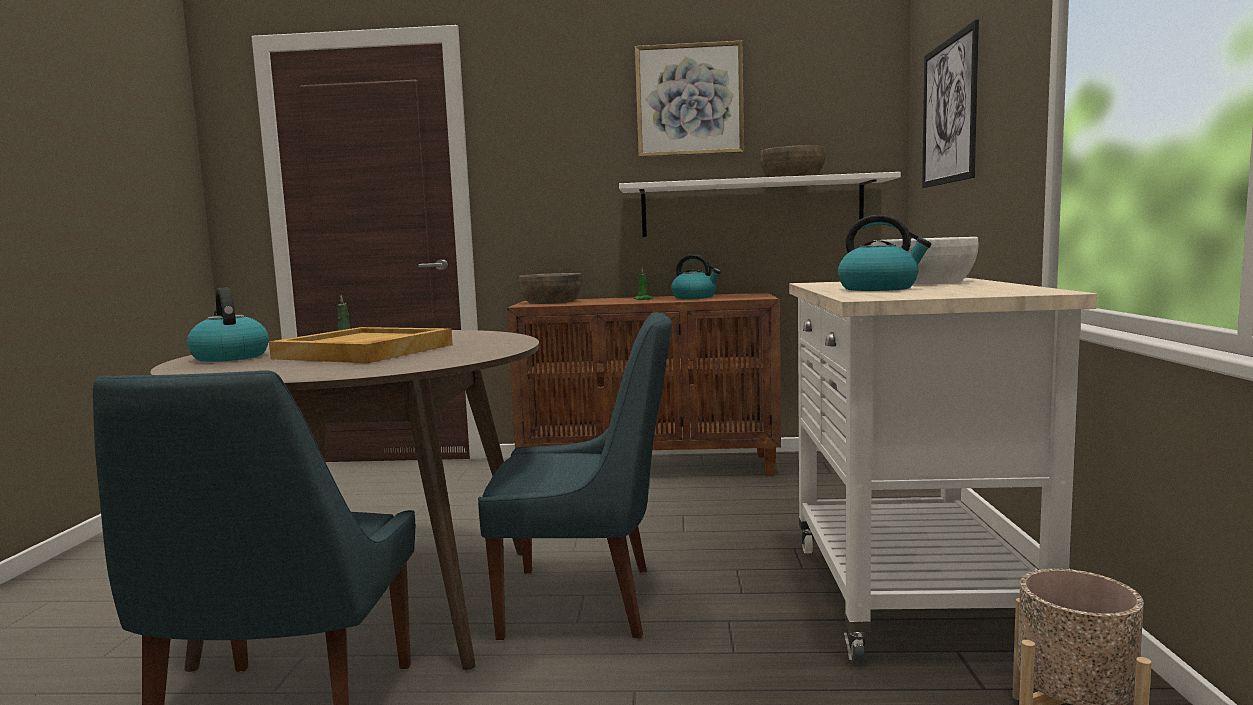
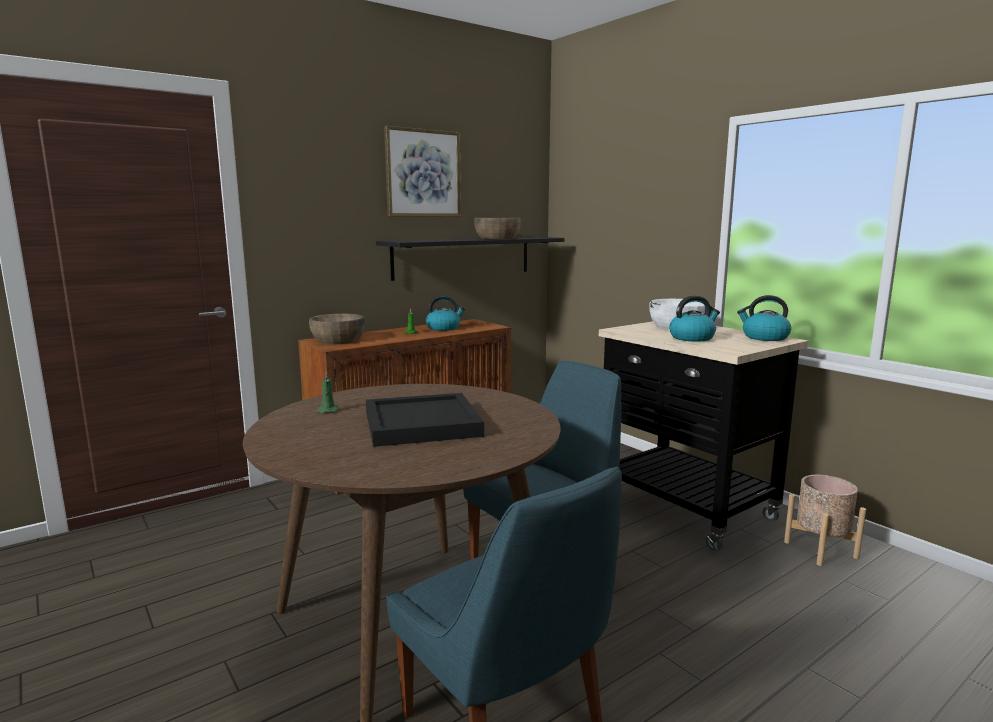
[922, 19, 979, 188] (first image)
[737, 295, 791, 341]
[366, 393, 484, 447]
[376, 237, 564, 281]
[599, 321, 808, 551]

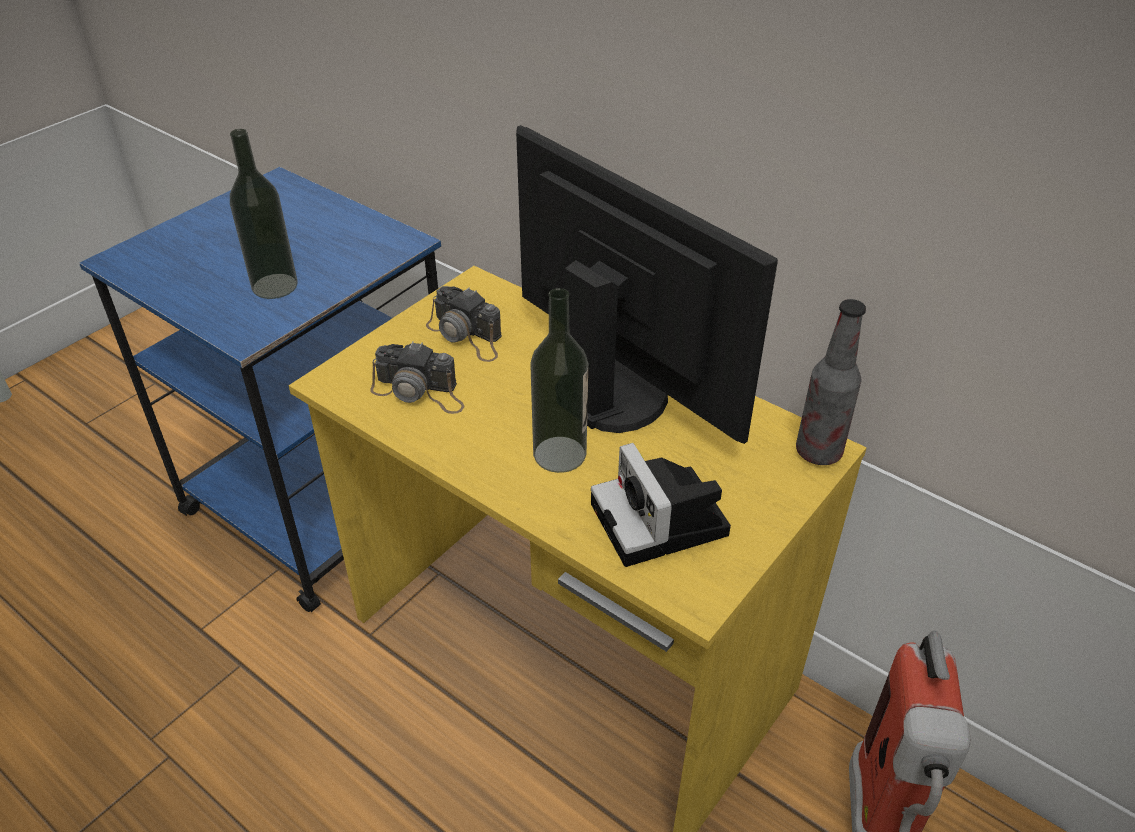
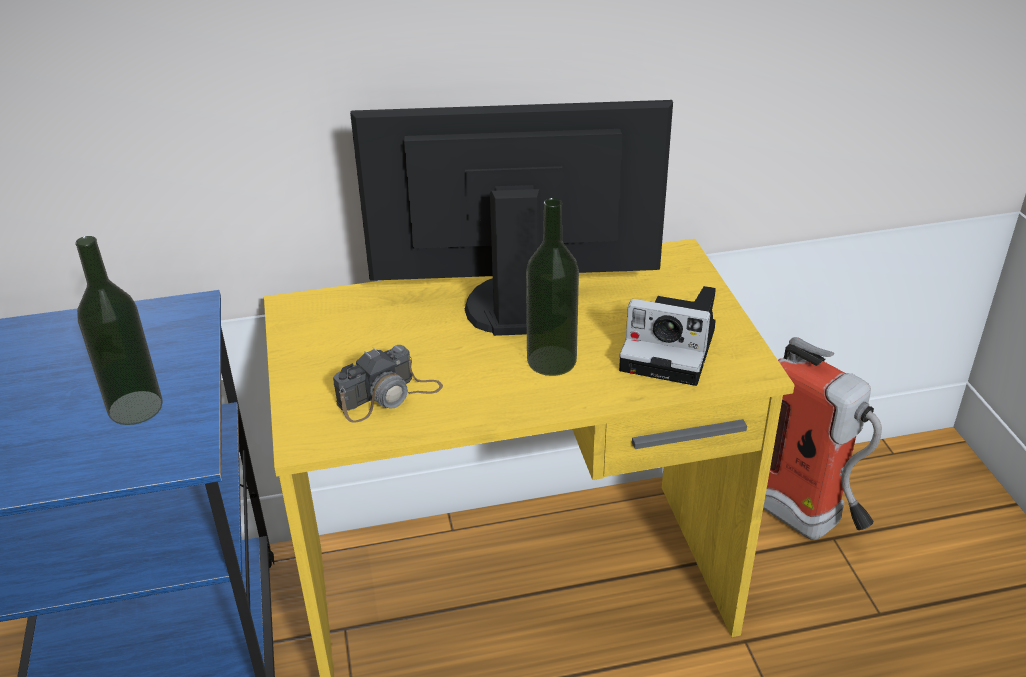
[426, 286, 502, 362] (first image)
[796, 299, 866, 465] (first image)

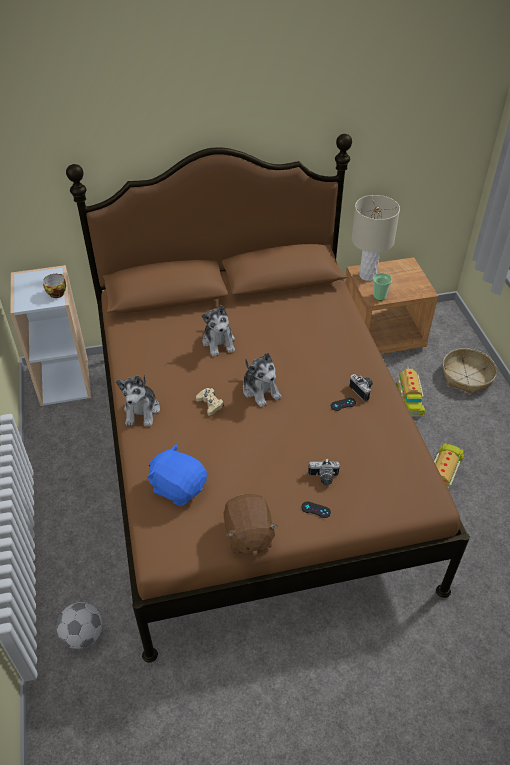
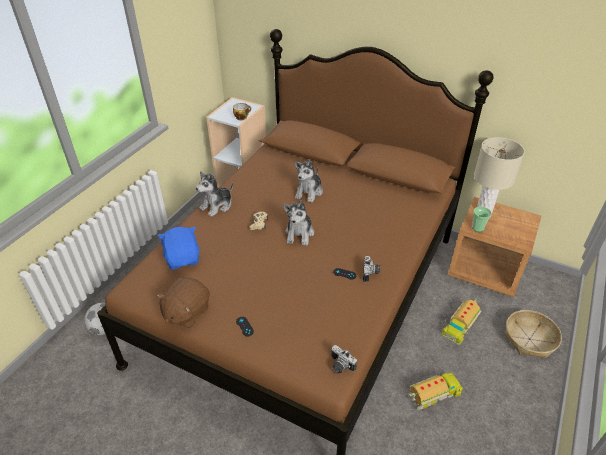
[331, 345, 357, 374]

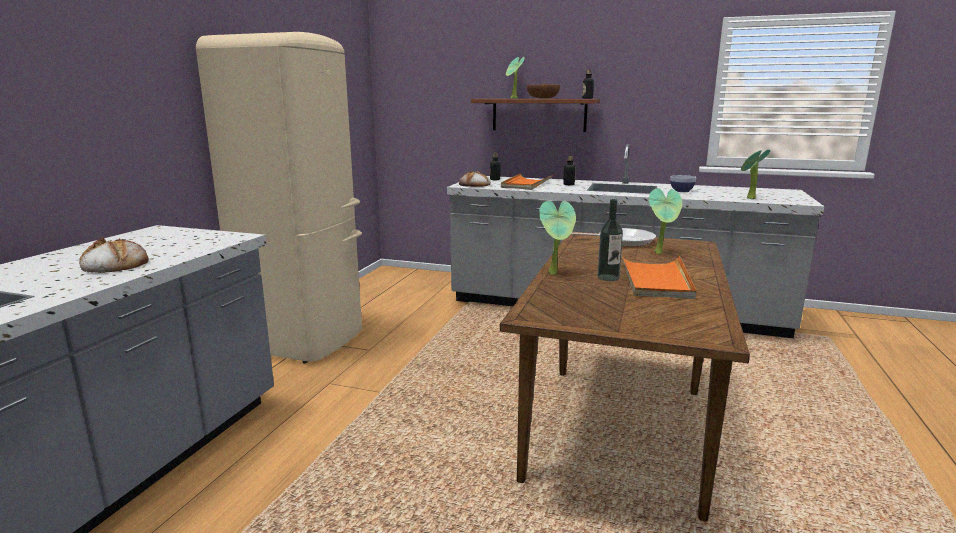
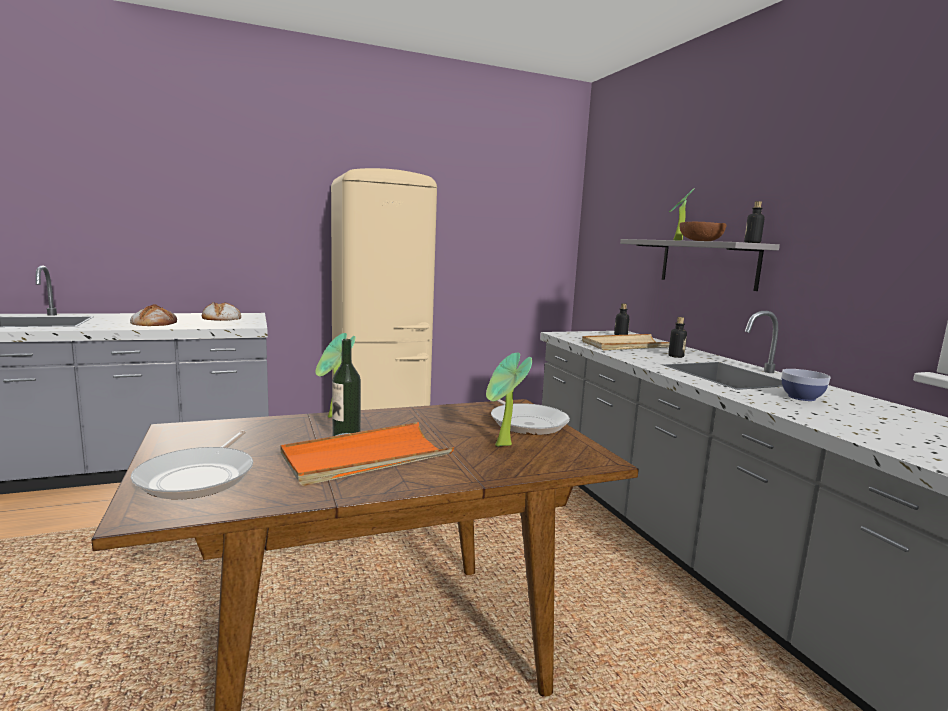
[741, 149, 770, 199] (first image)
[131, 431, 253, 500]
[202, 302, 241, 321]
[620, 239, 780, 291]
[582, 334, 670, 350]

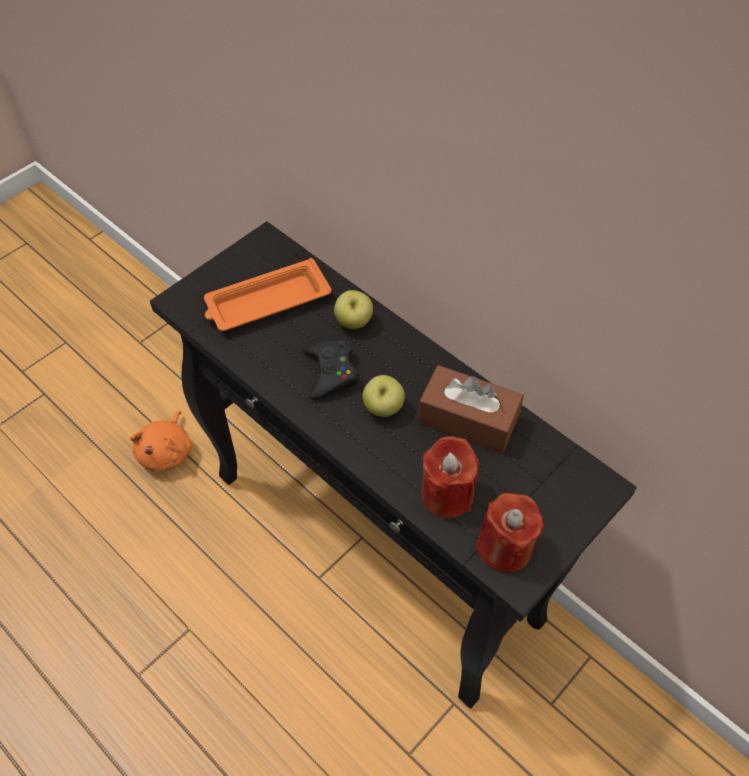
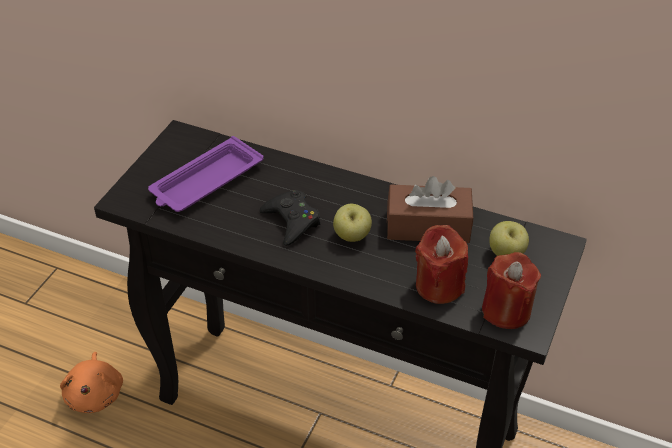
[489, 221, 529, 256]
[148, 136, 264, 212]

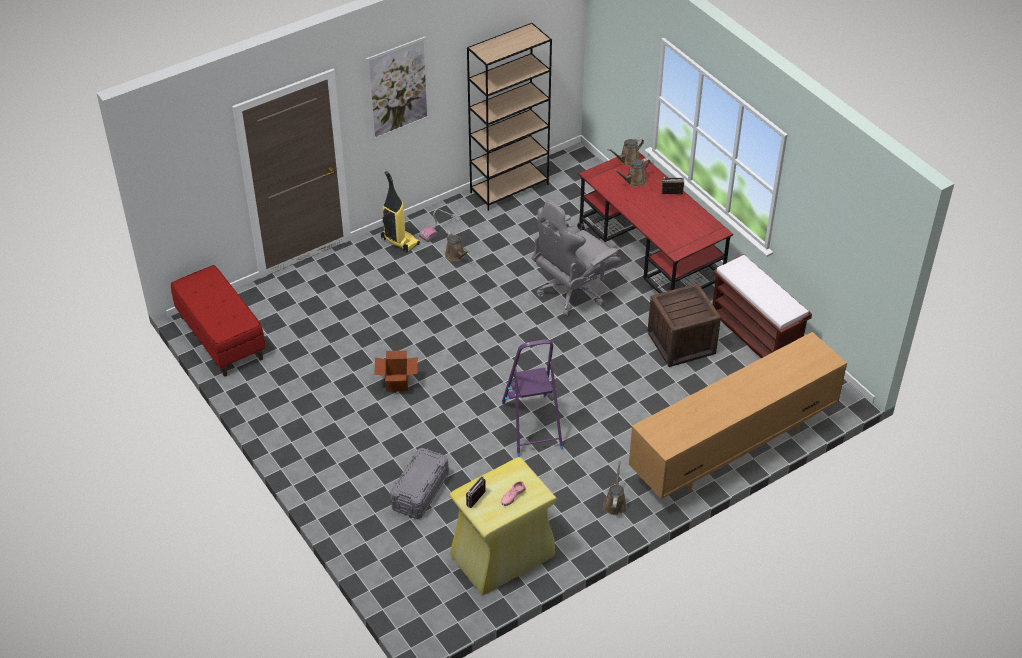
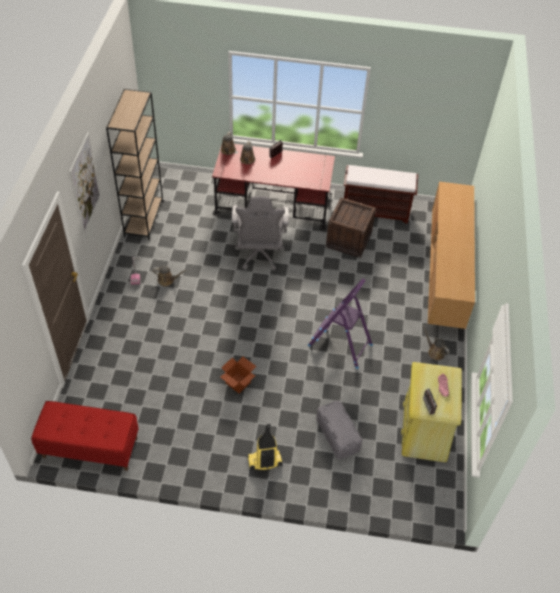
[247, 424, 283, 472]

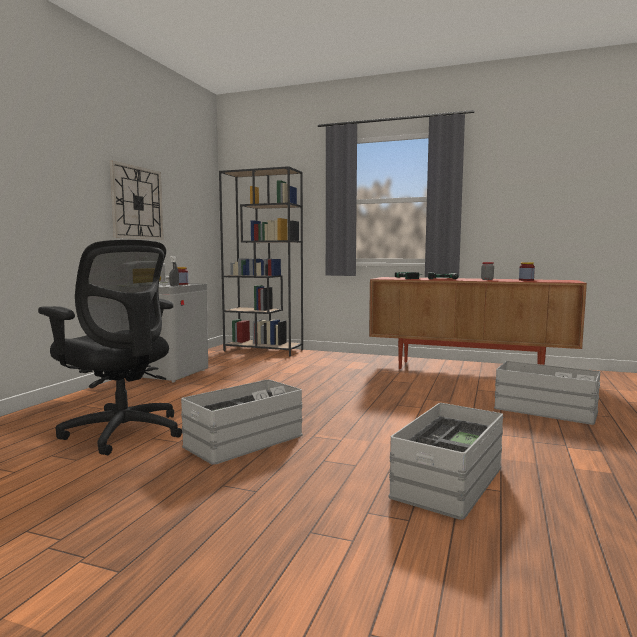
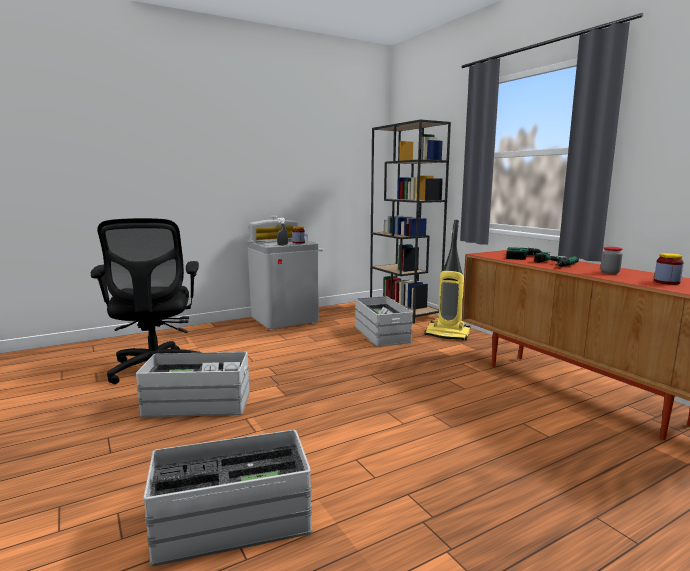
[110, 161, 164, 240] (first image)
[424, 220, 470, 341]
[355, 296, 413, 347]

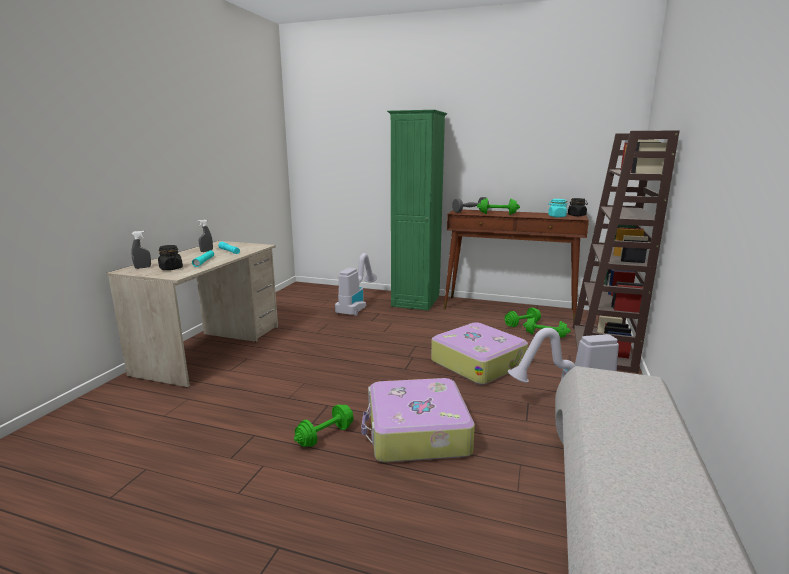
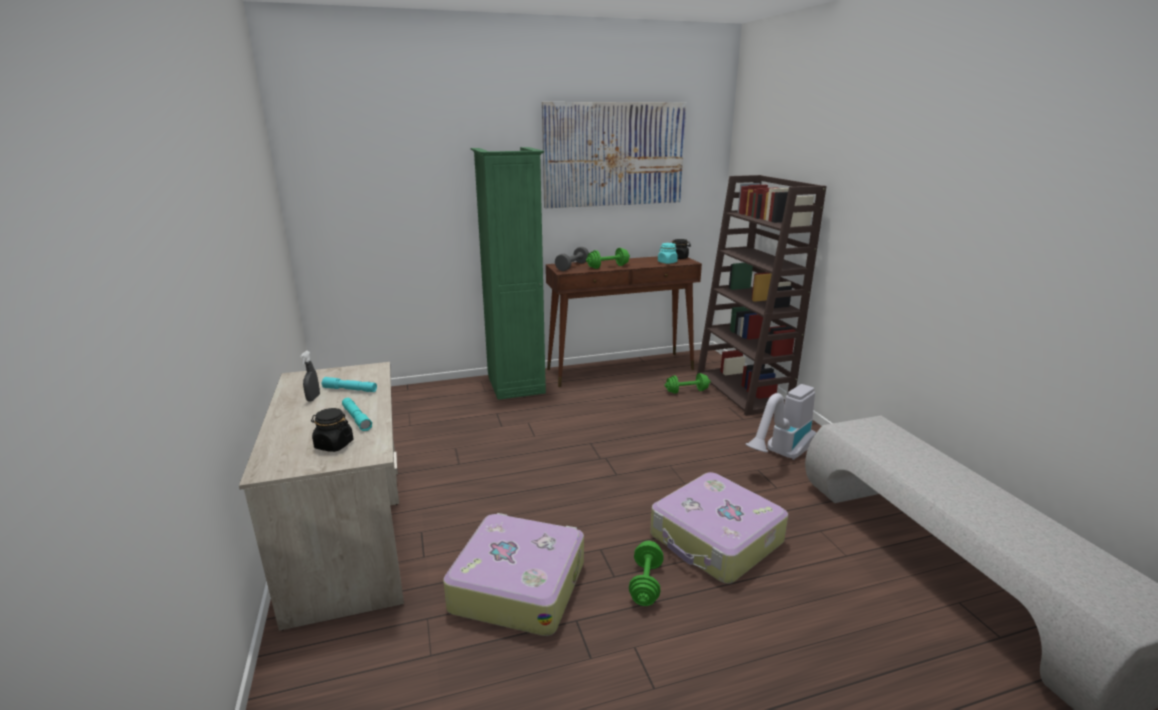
[131, 231, 151, 269] (first image)
[335, 253, 377, 316] (first image)
[505, 308, 541, 327] (first image)
[542, 102, 686, 208]
[443, 513, 584, 636]

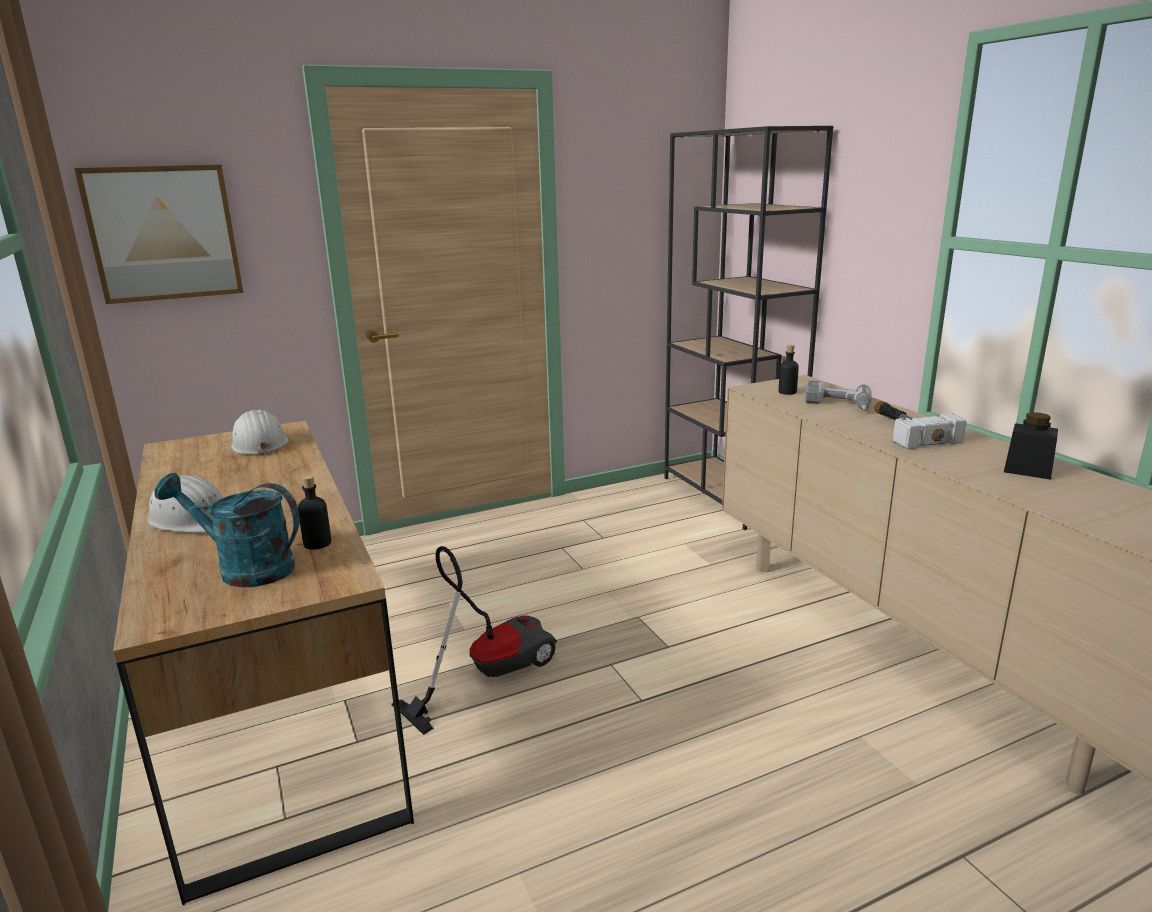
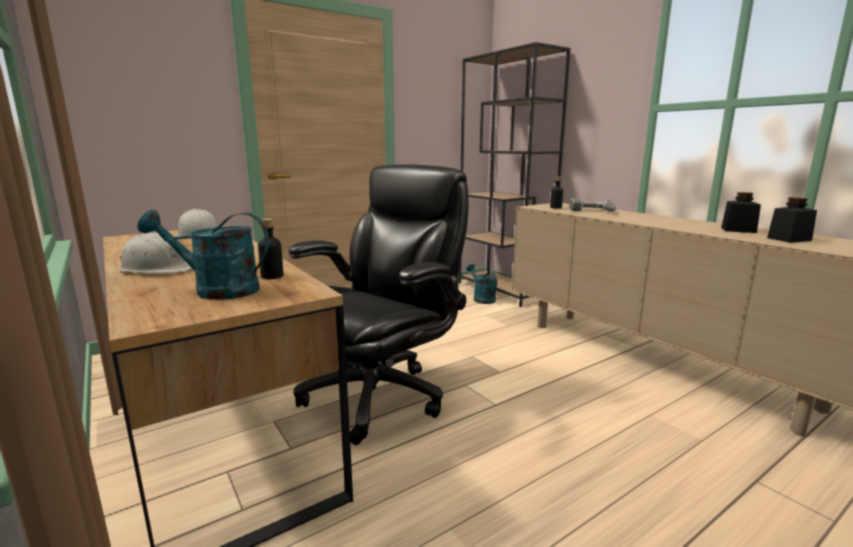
[74, 165, 243, 304] (first image)
[874, 401, 967, 449] (first image)
[466, 264, 497, 304]
[767, 197, 817, 243]
[289, 164, 468, 445]

